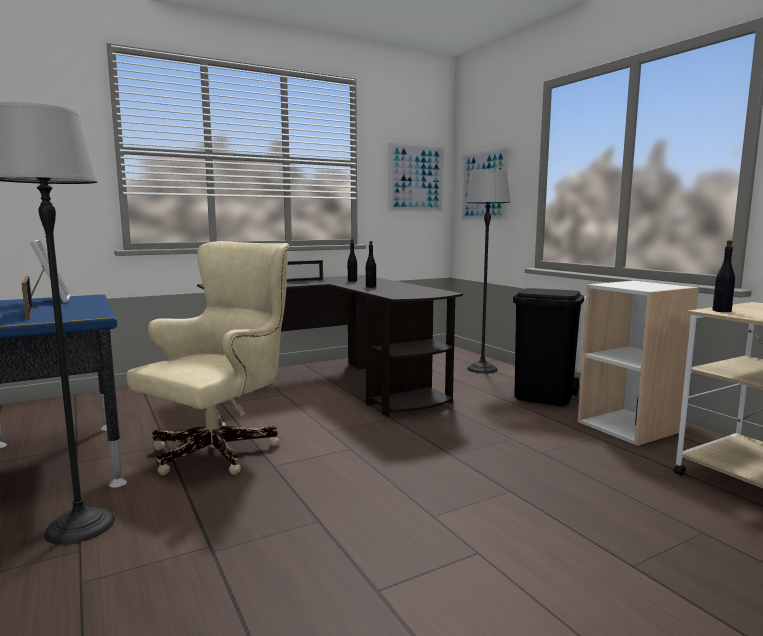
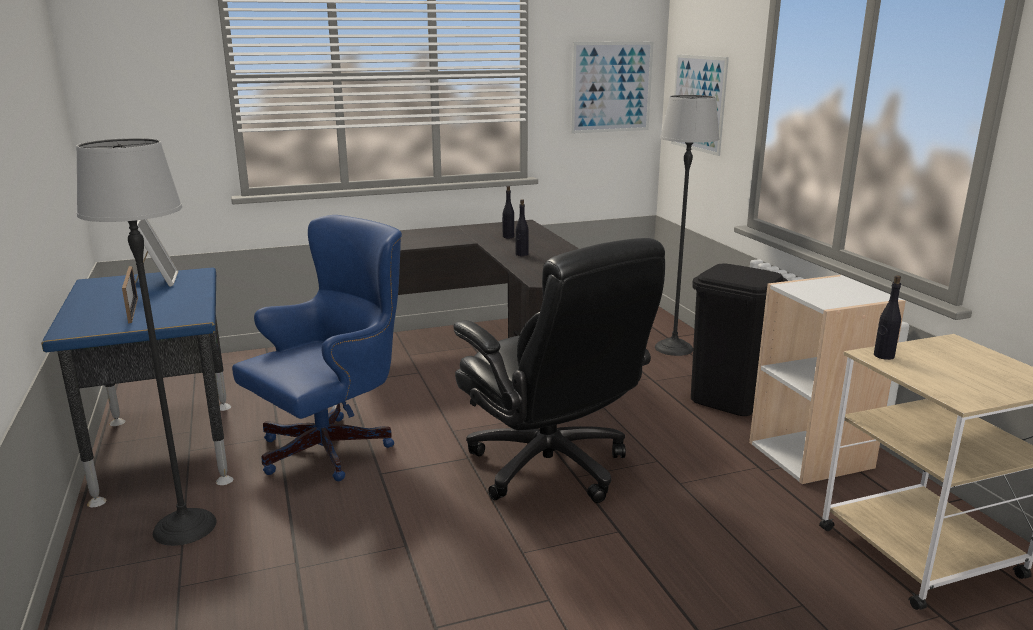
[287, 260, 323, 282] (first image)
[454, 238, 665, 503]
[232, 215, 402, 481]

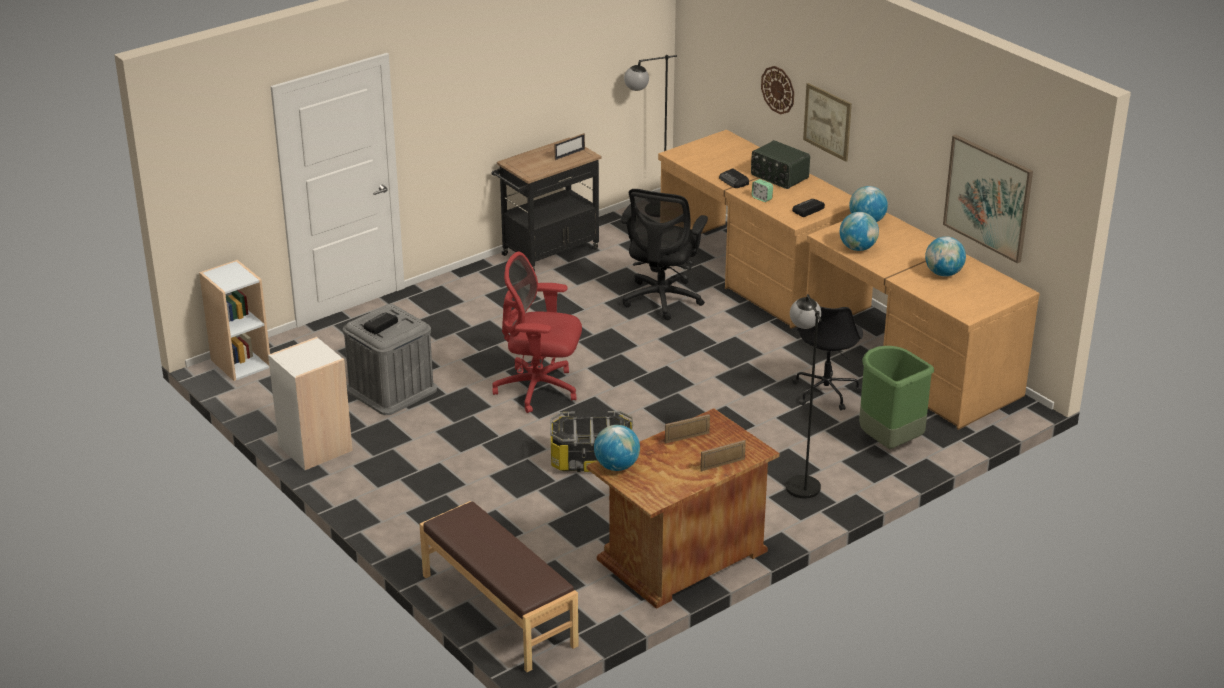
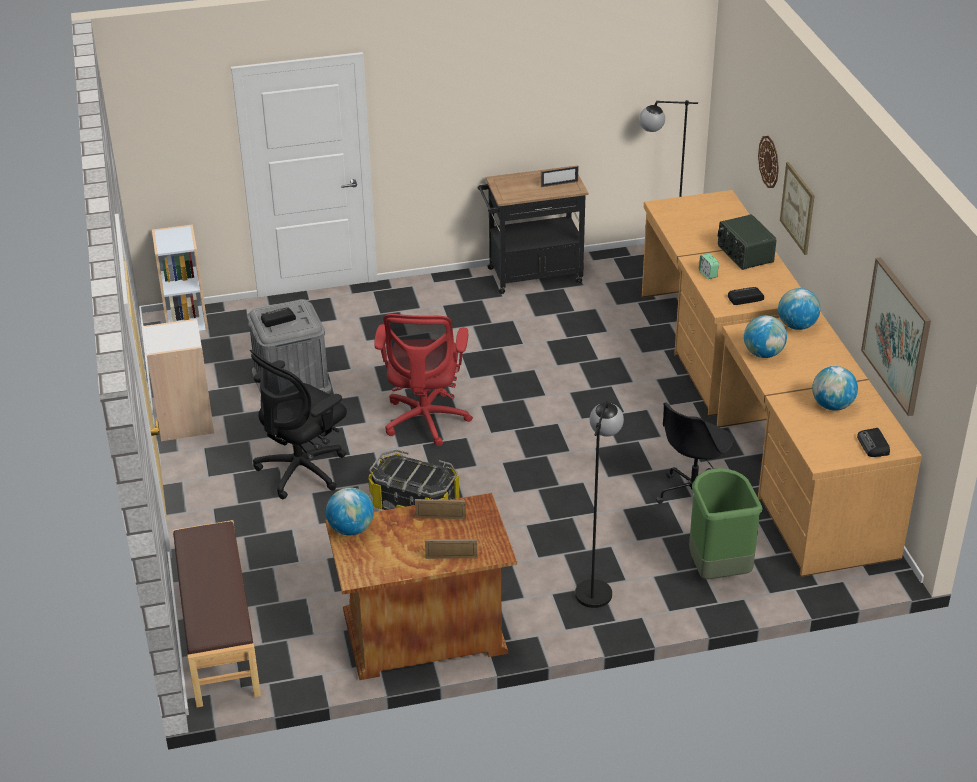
[250, 350, 347, 499]
[857, 428, 890, 457]
[374, 314, 473, 446]

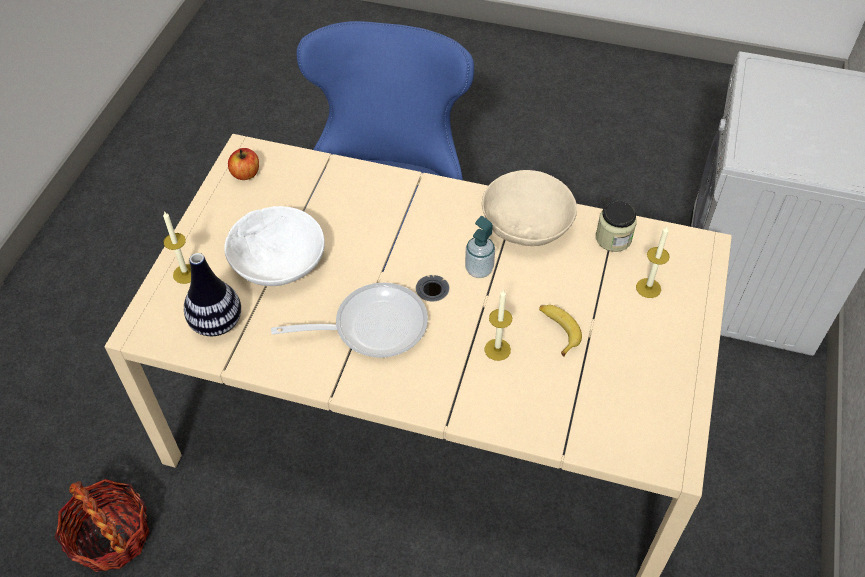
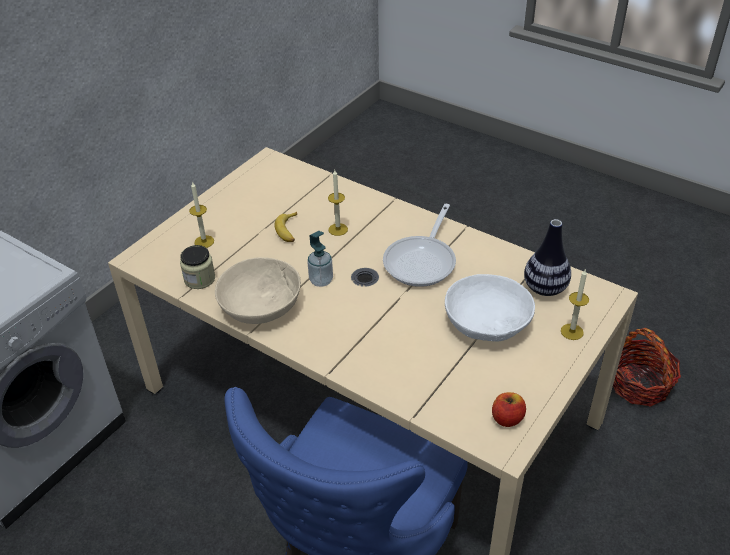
[383, 204, 456, 287]

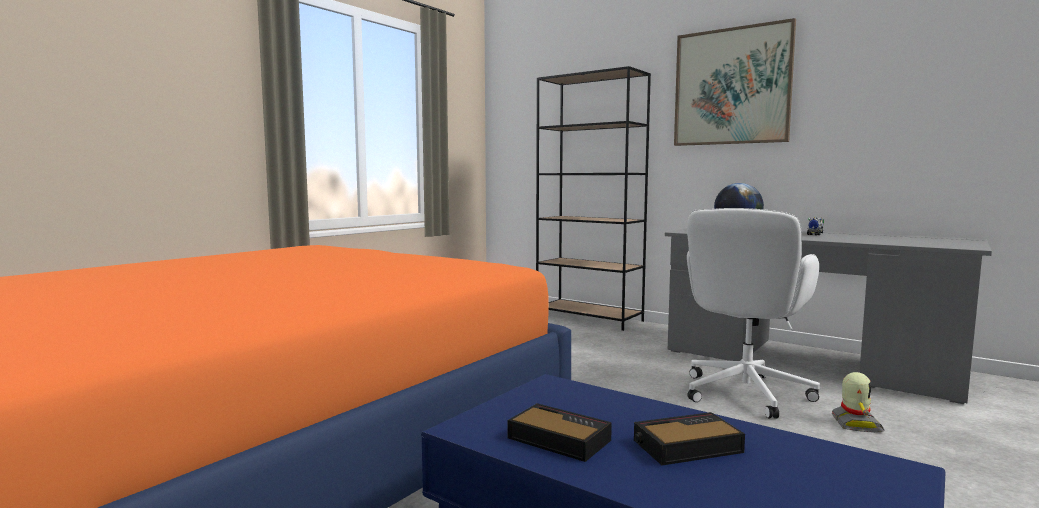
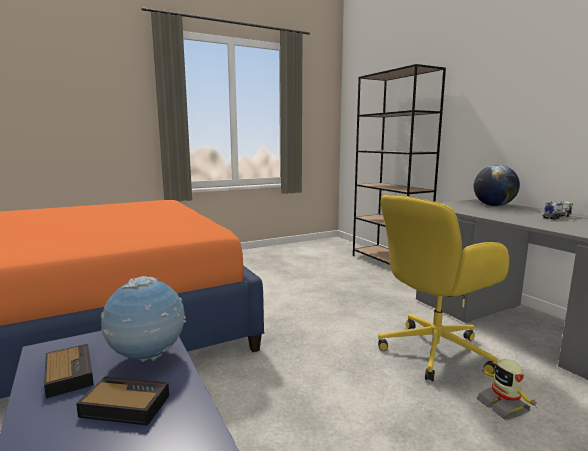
[674, 18, 796, 146] (first image)
[101, 276, 186, 362]
[378, 194, 509, 381]
[477, 359, 540, 420]

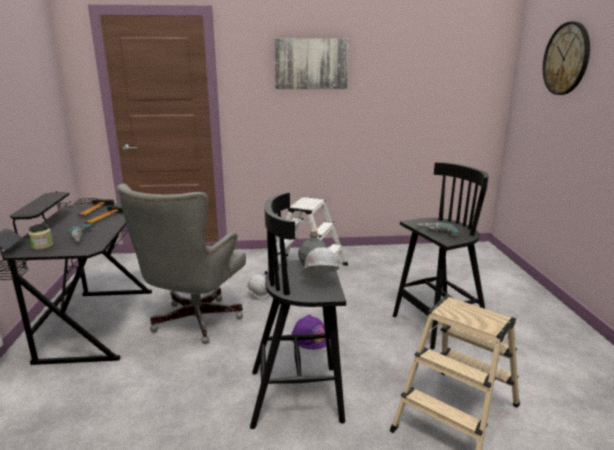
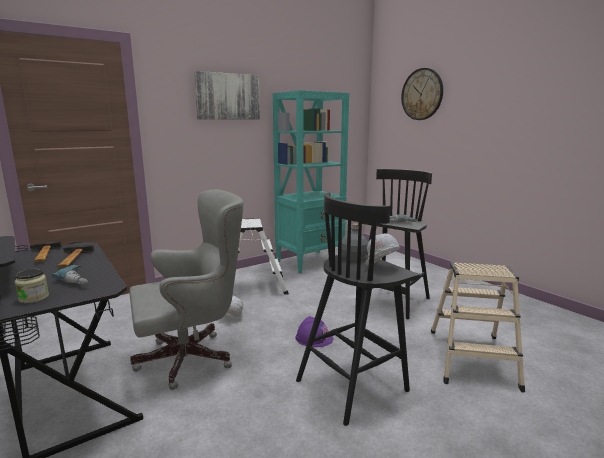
[273, 90, 350, 274]
[129, 189, 243, 390]

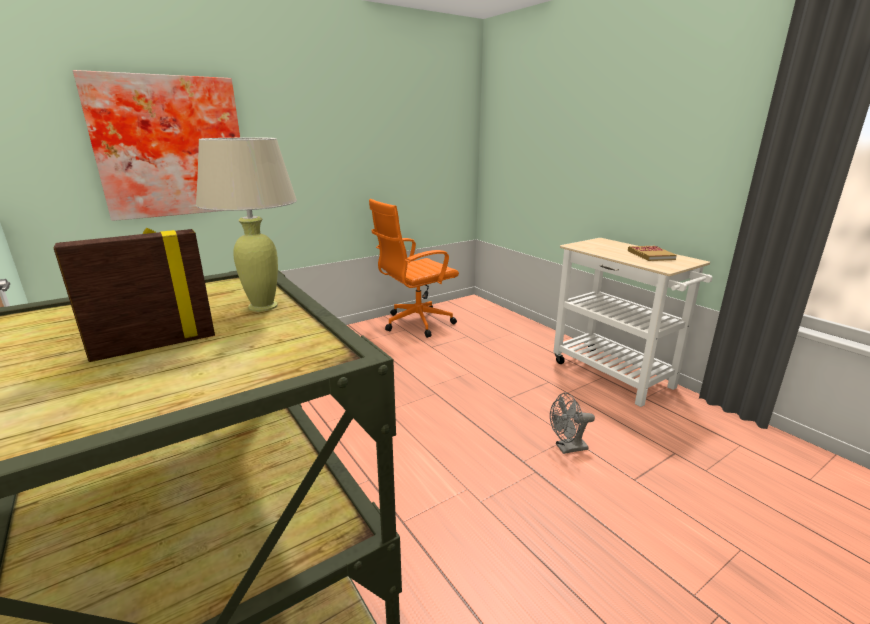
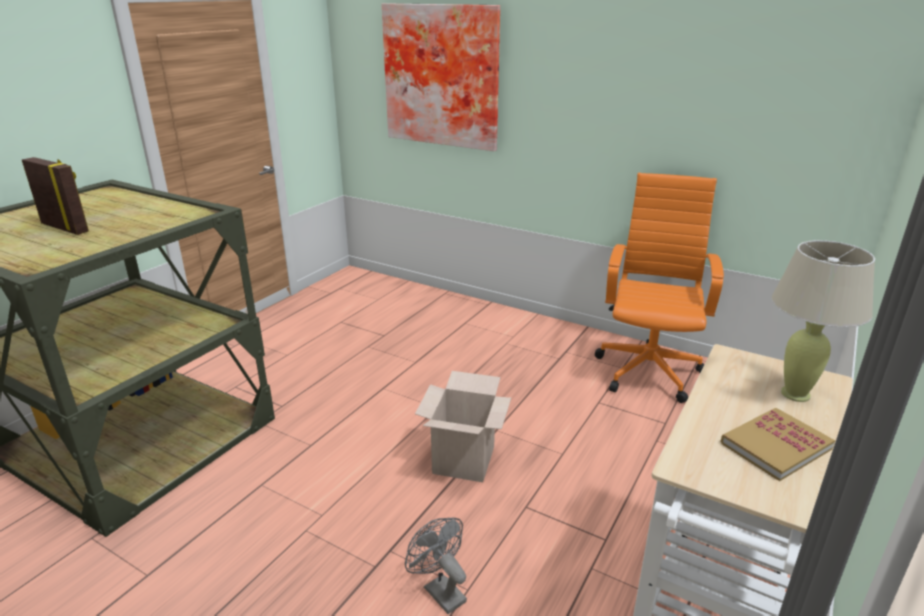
[415, 371, 511, 482]
[772, 240, 875, 402]
[595, 173, 724, 403]

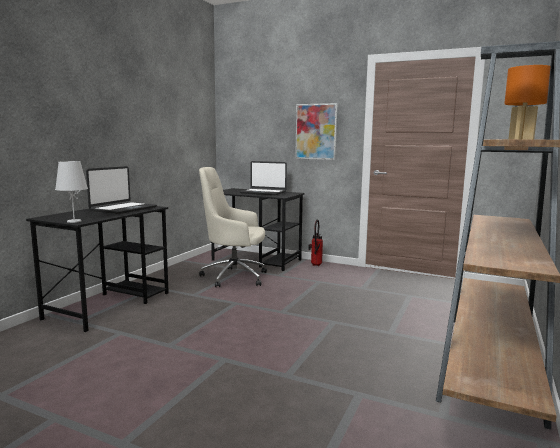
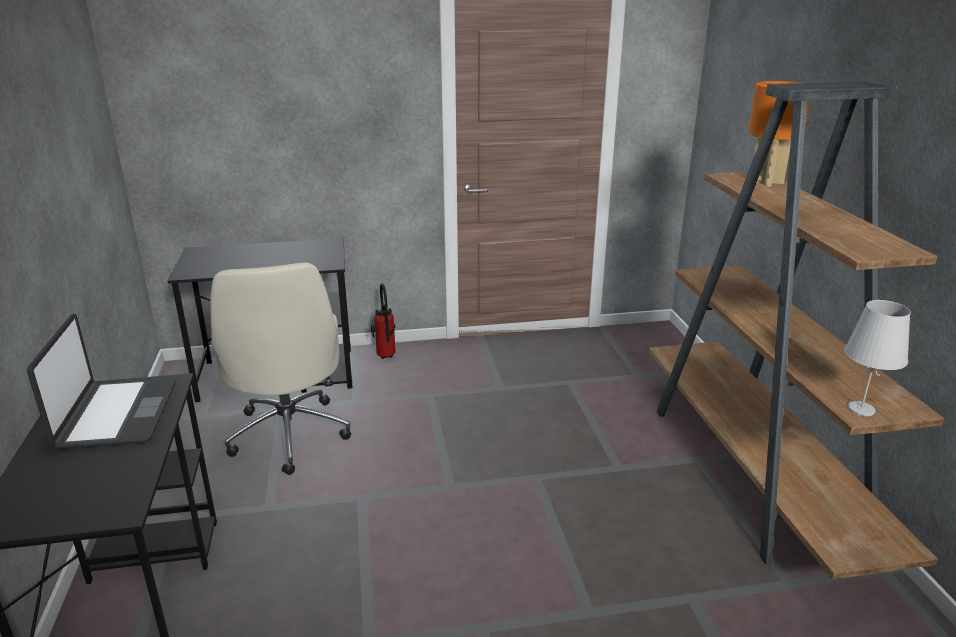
[239, 161, 287, 195] (first image)
[295, 103, 337, 160] (first image)
[844, 300, 911, 416]
[210, 263, 351, 475]

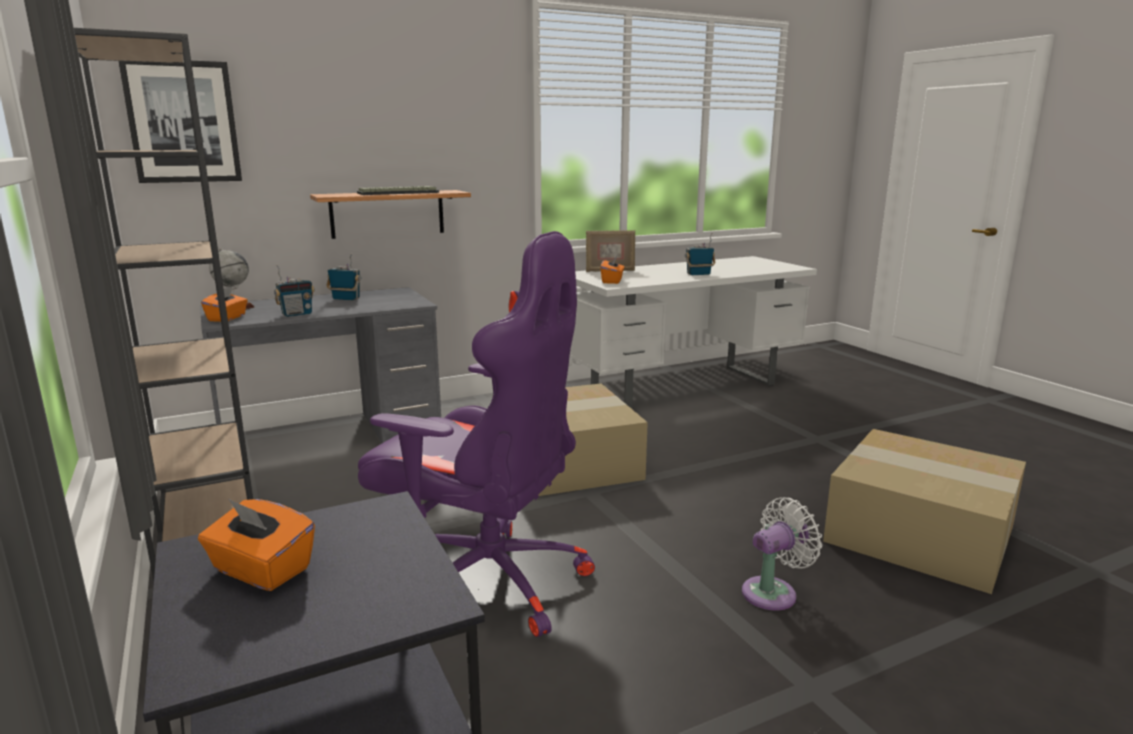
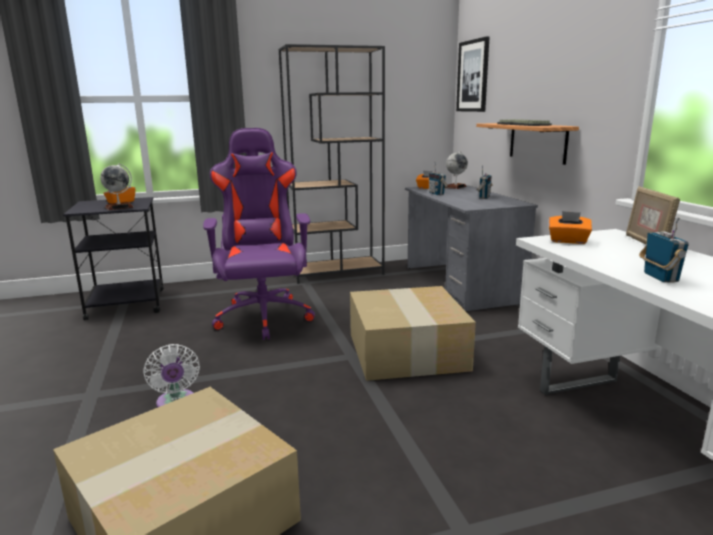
[100, 163, 134, 210]
[203, 128, 315, 340]

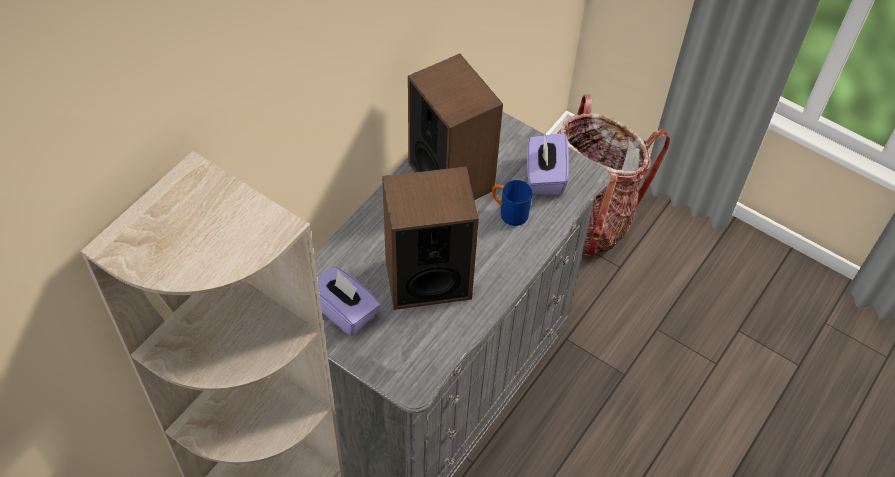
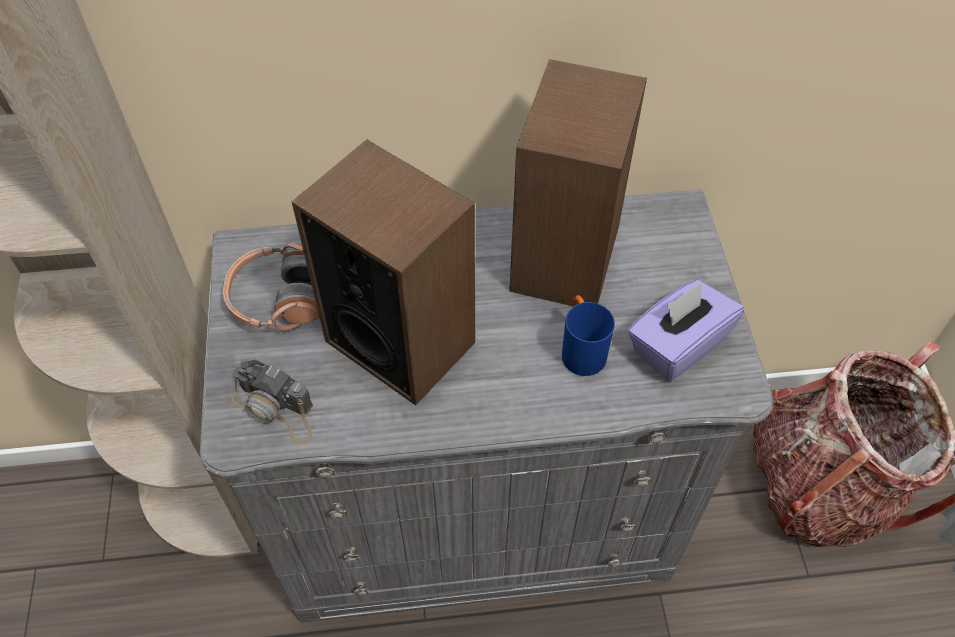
[231, 359, 313, 444]
[223, 243, 320, 331]

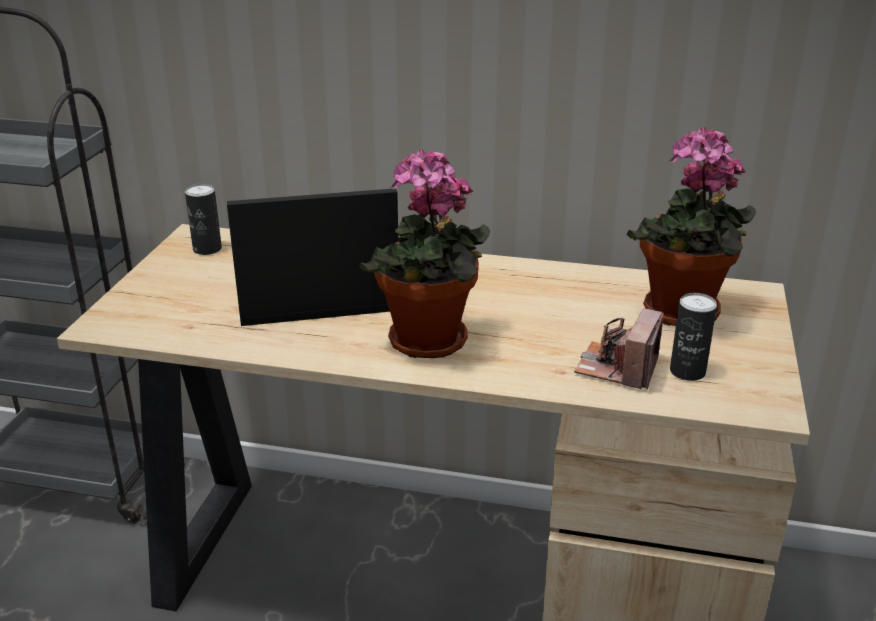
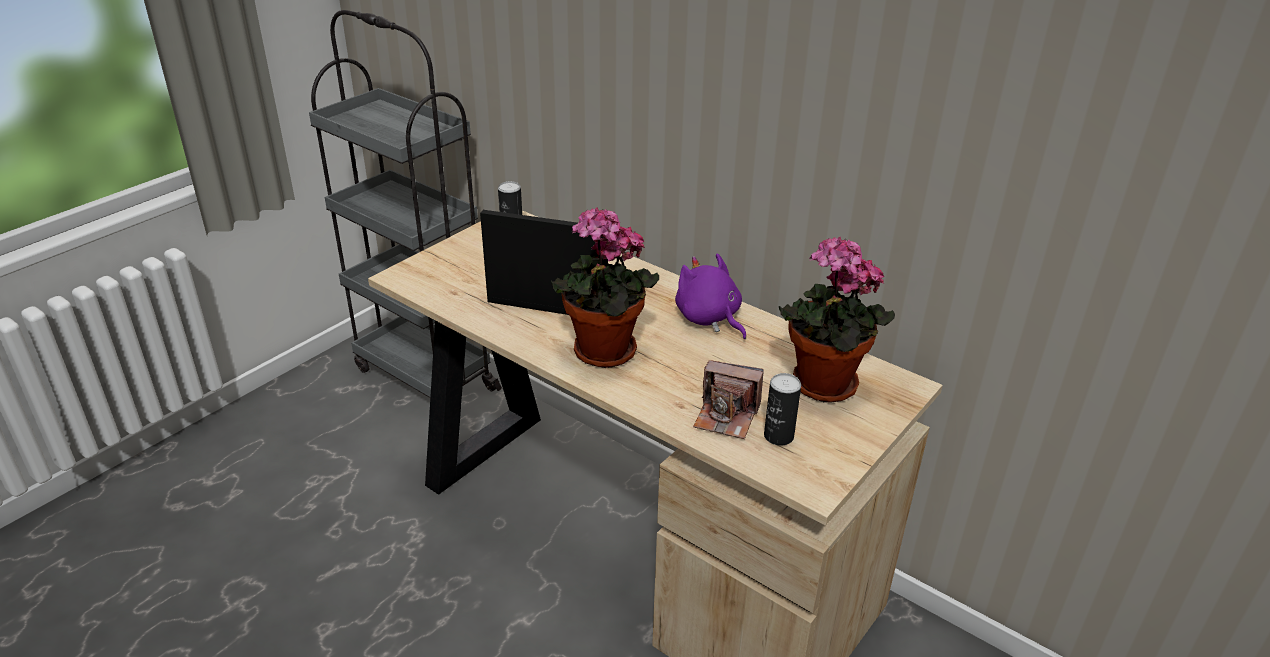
[675, 253, 746, 339]
[693, 360, 764, 439]

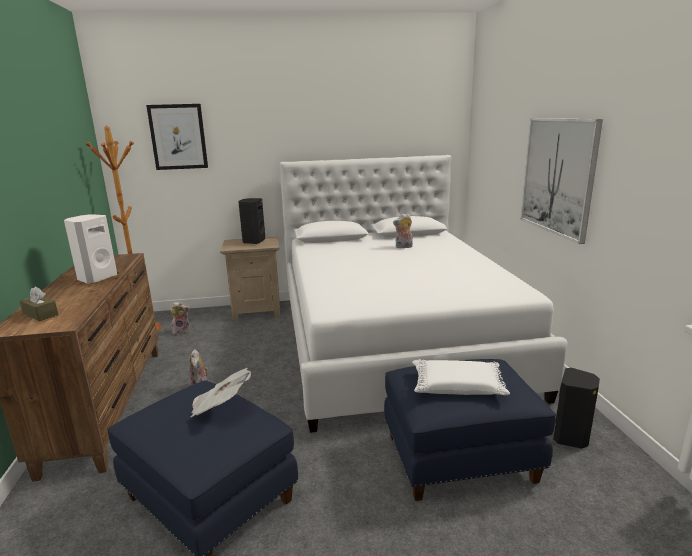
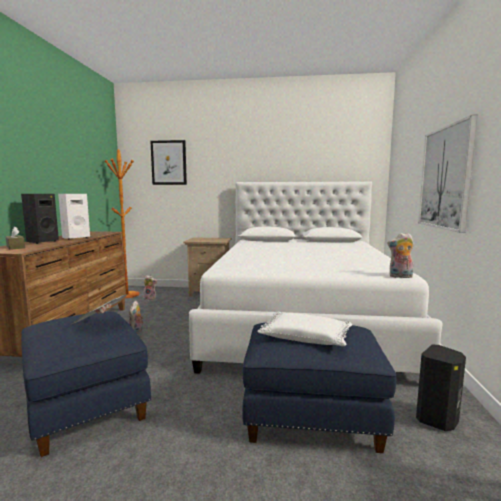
[21, 194, 59, 244]
[388, 233, 414, 278]

